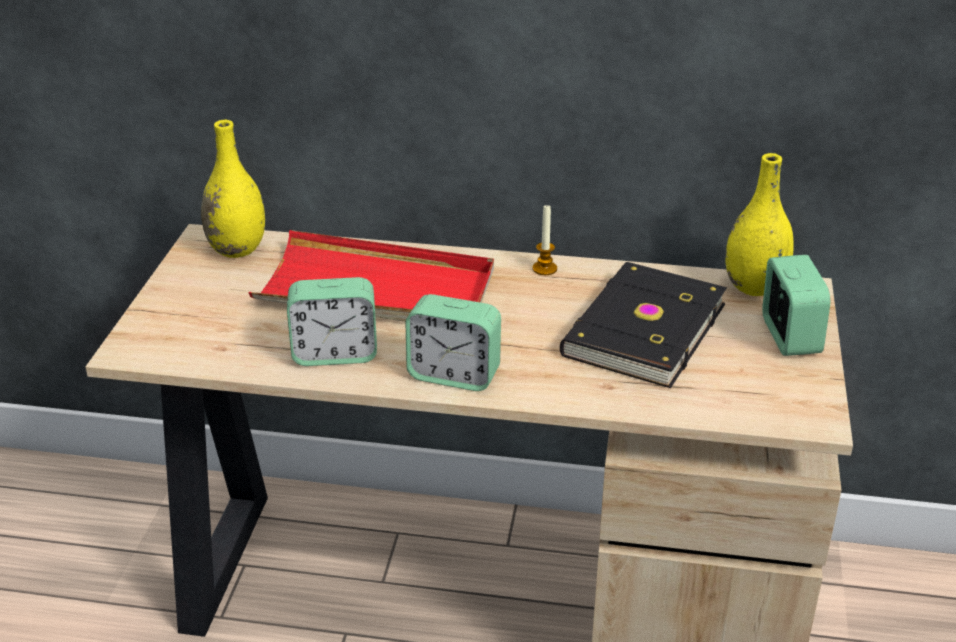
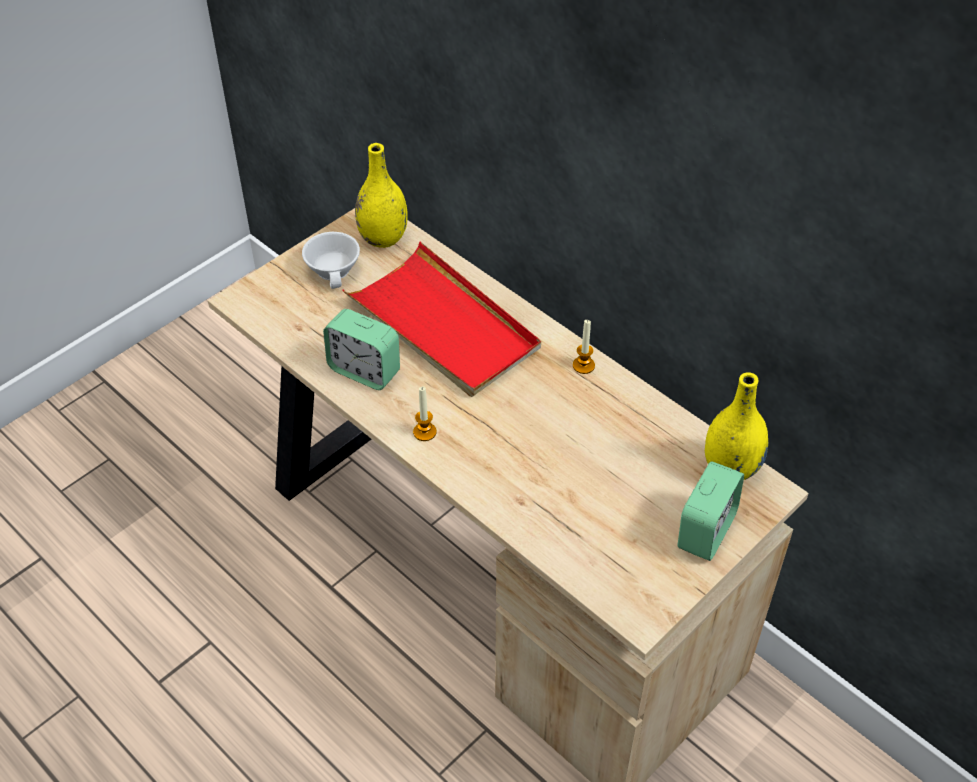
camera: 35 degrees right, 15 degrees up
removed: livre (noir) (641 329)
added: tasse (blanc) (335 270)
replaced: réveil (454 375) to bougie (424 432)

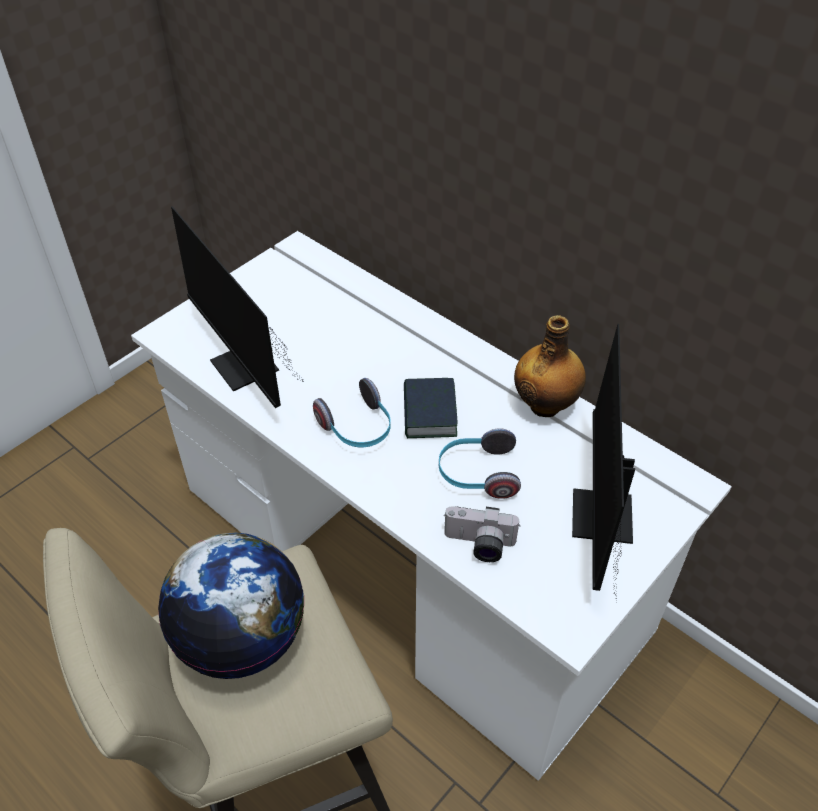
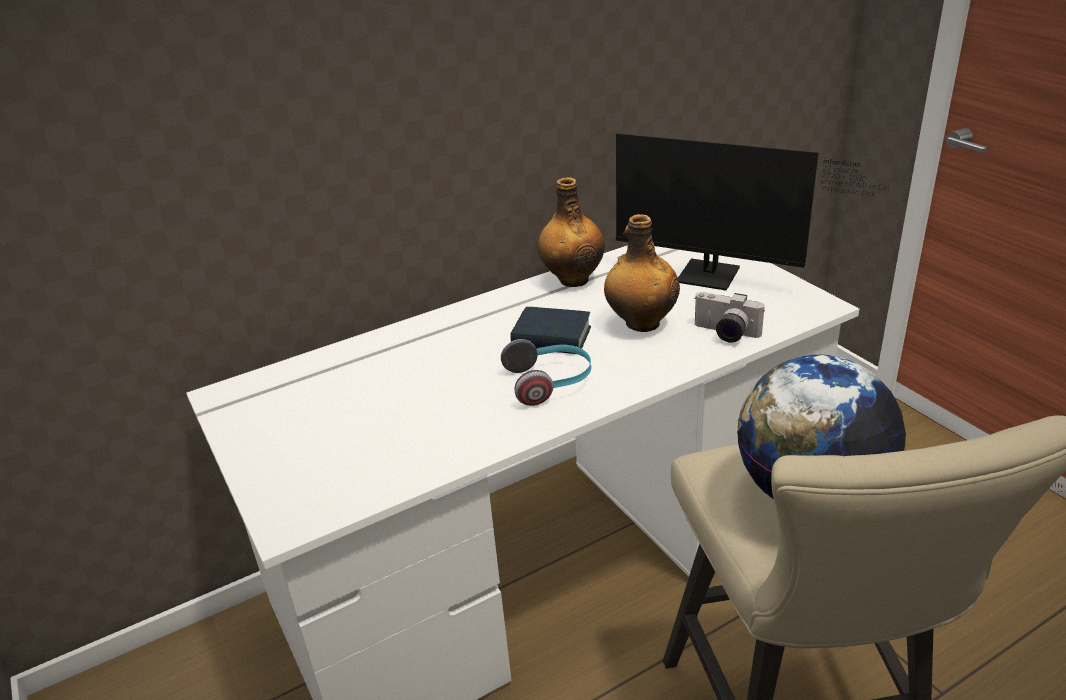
camera: 70 degrees left, 15 degrees down
removed: écran d'ordinateur (246 372)
replaced: casque audio (477 474) to bouteille (641 323)
turned: appareil photo (479 545) = (724 334) 90 degrees clockwise

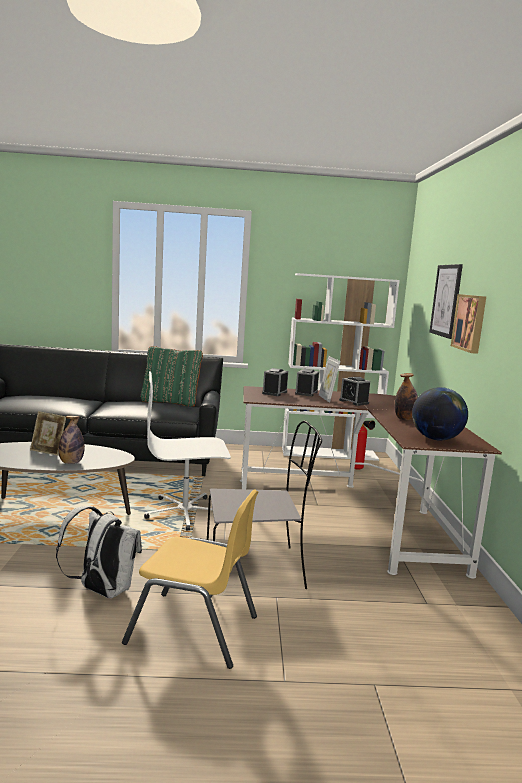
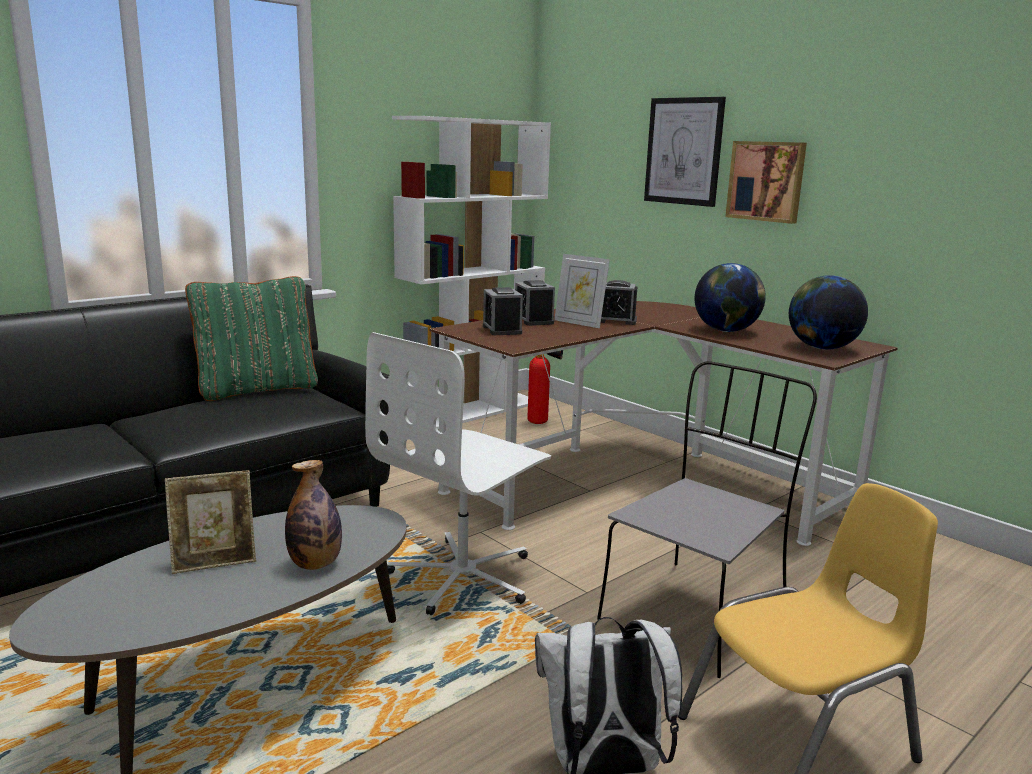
camera: 40 degrees left, 5 degrees up
replaced: bouteille (405 419) to globe (726 331)

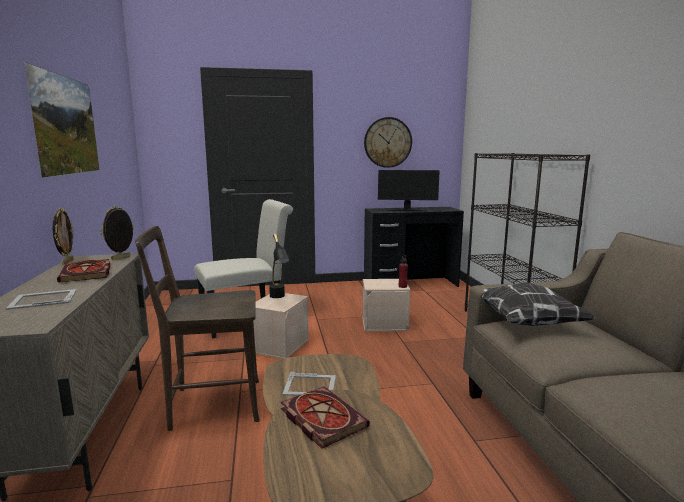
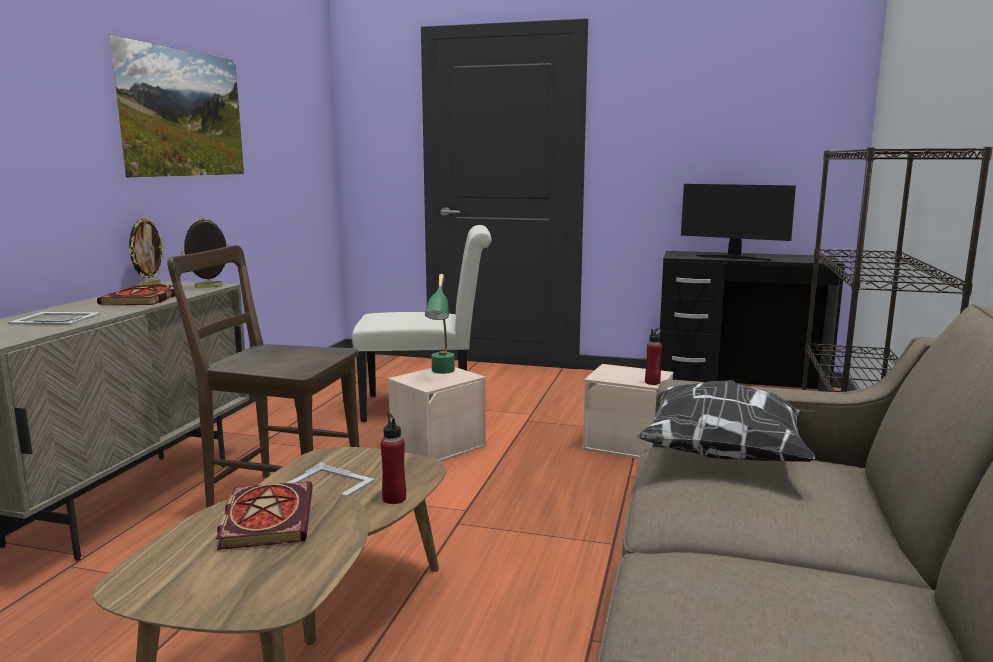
camera: 25 degrees right, 0 degrees up
removed: horloge murale (387 142)
added: bouteille (rouge) (394 498)
recoloured: lampe de table (noir) (279 298) to lampe de table (vert) (441 373)

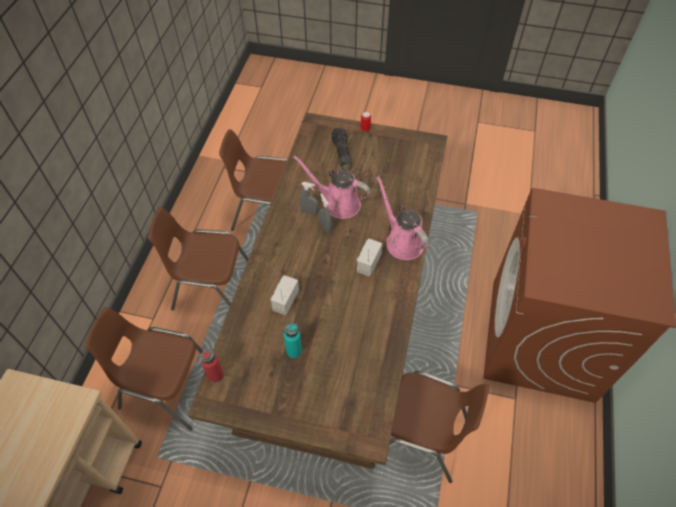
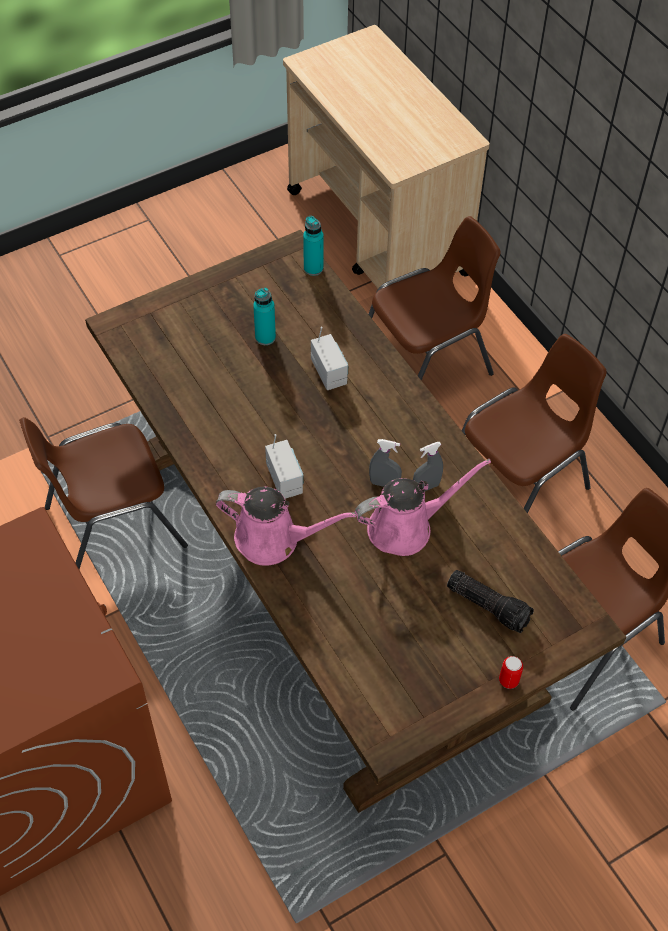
camera: 135 degrees right, 0 degrees up
recoloured: bouteille (rouge) (216 375) to bouteille (turquoise) (313 268)

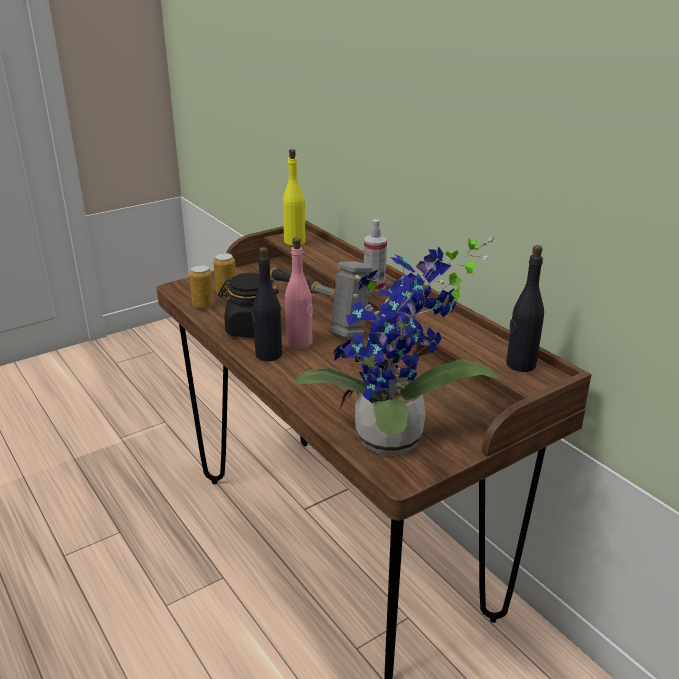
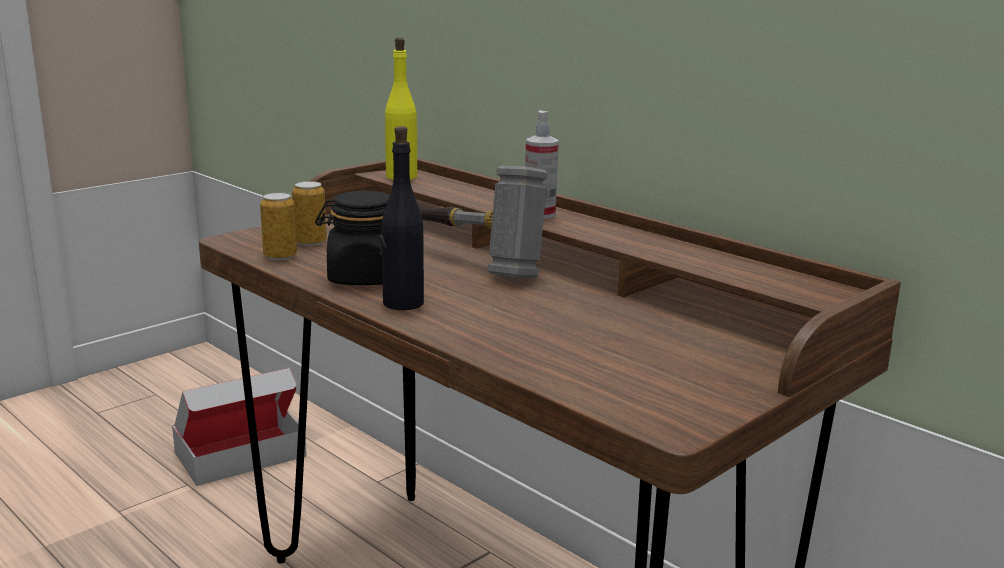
camera: 10 degrees left, 10 degrees down
removed: bouteille (rose) (299 343); plante en pot (392 443); bouteille (noir) (520 364)
added: carton (241 454)

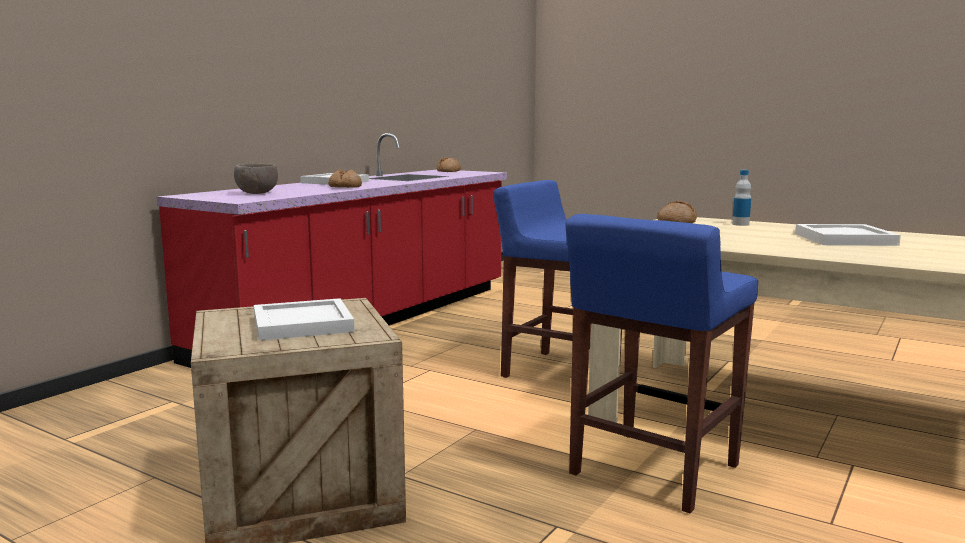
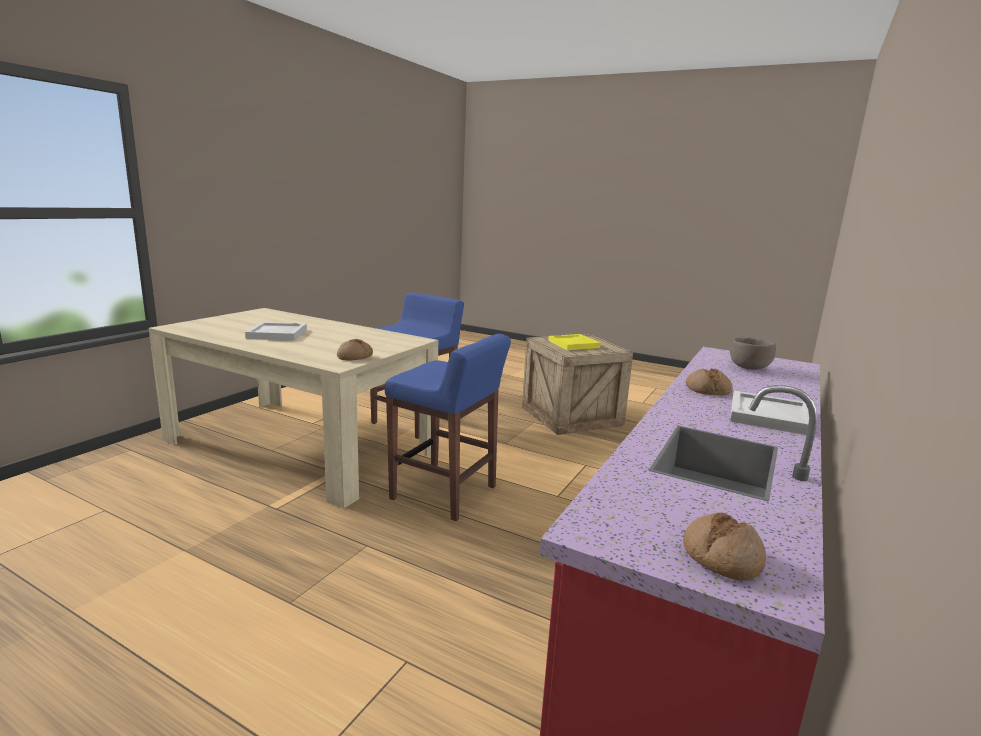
camera: 175 degrees right, 5 degrees up
removed: bouteille (740 224)
recoloured: plateau (blanc) (304 324) to plateau (jaune) (572 344)

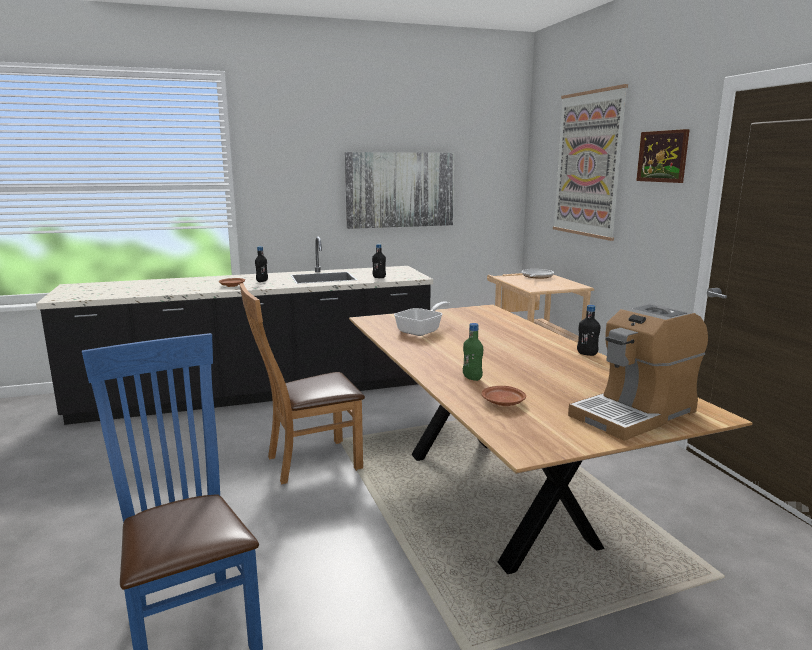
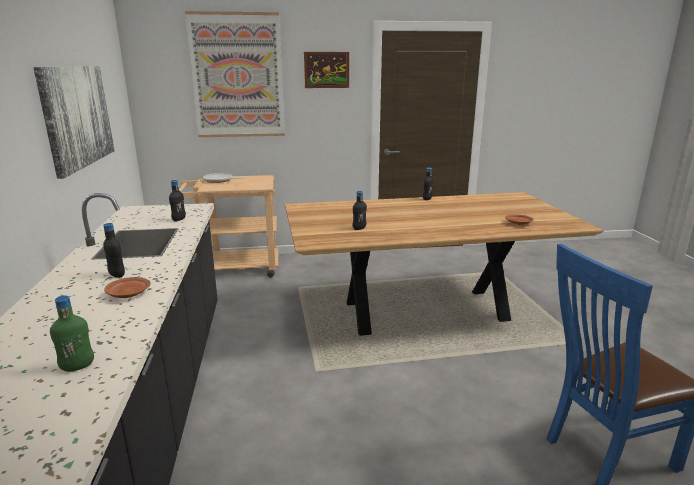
camera: 80 degrees left, 5 degrees up
removed: chaise (marron) (307 462); machine à café (634 413)
moved: bouteille (vert) (472 378) to (77 367)
replaced: poêle (422 330) to bouteille (noir) (359 228)

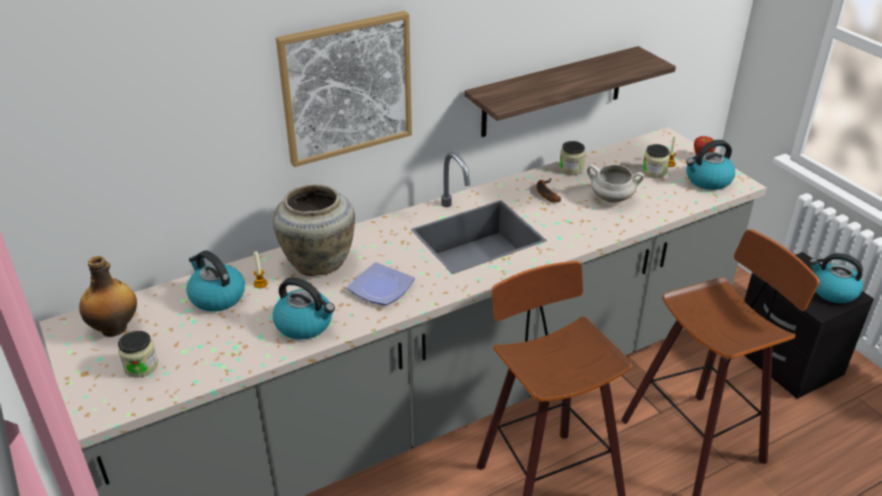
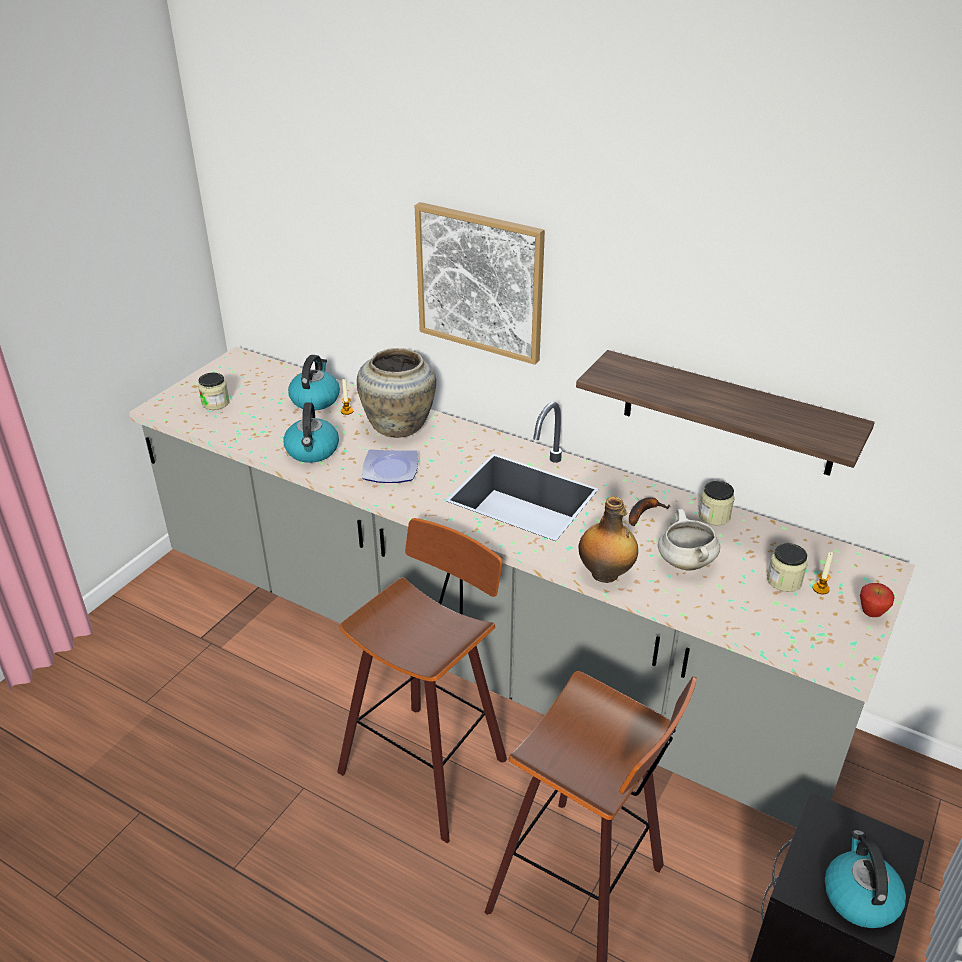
camera: 60 degrees right, 0 degrees up
removed: bouilloire (707 180)
moved: bouteille (115 328) to (606 574)

